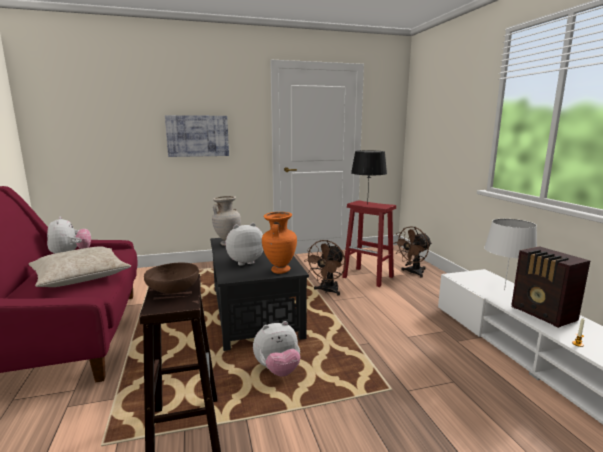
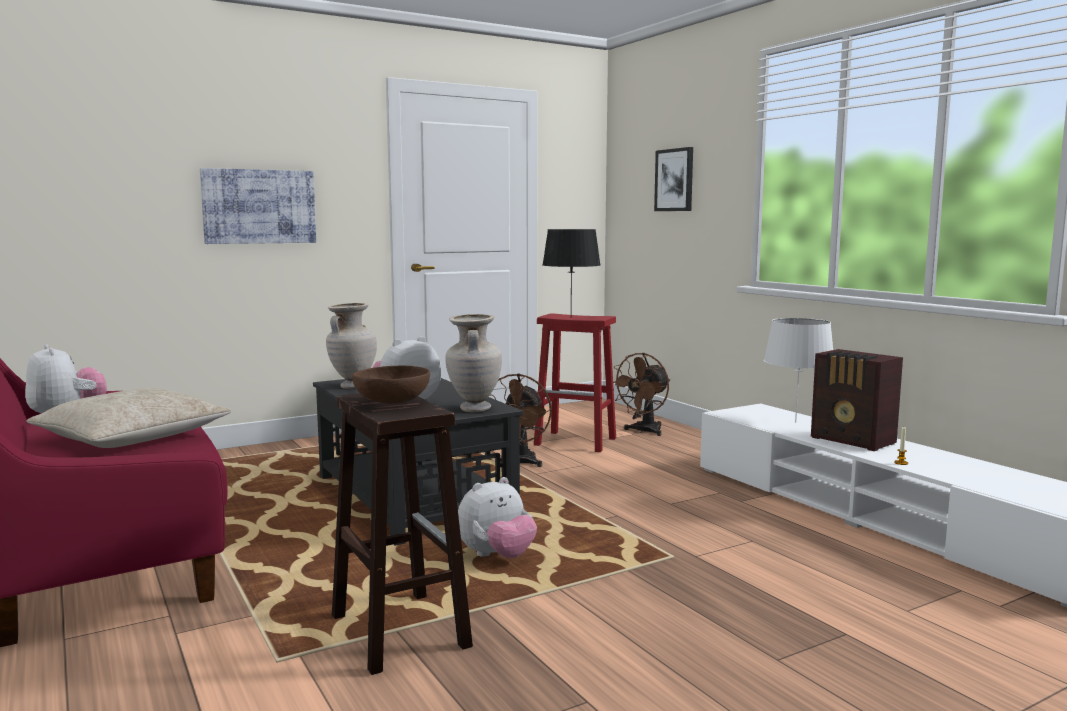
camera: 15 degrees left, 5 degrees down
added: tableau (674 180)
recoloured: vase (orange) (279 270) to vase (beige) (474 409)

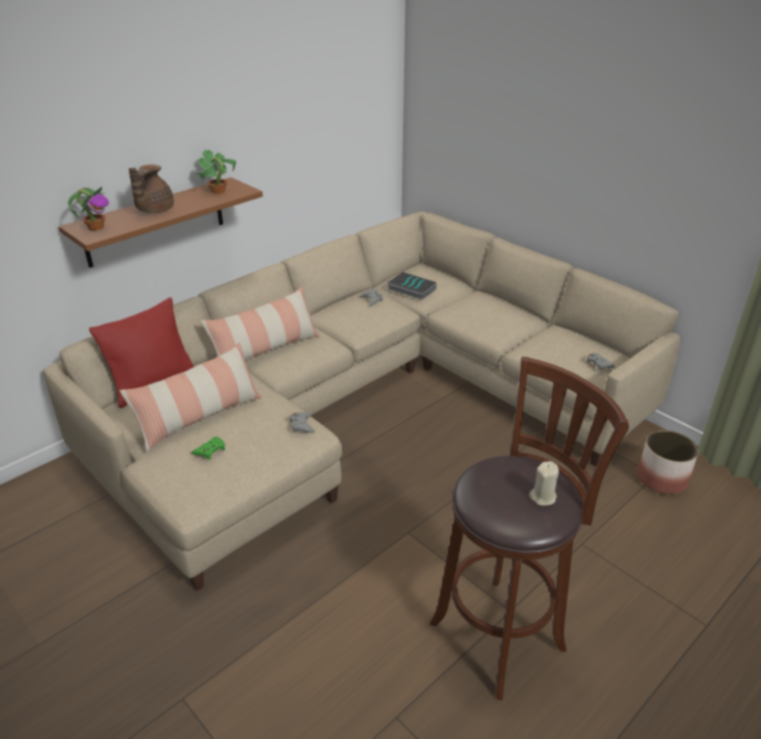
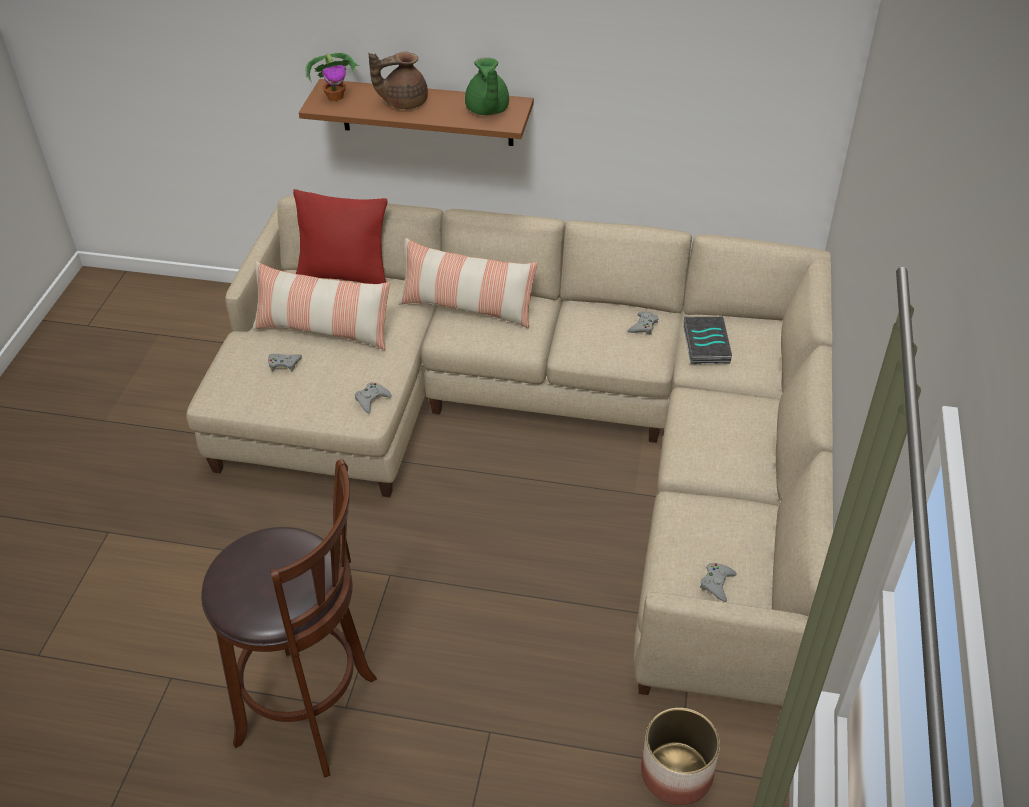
camera: 55 degrees right, 10 degrees up
removed: bougie (beige) (543 497)
replaced: plante en pot (218 191) to théière (vert) (487 110)
recoloured: manette (vert) (210 450) to manette (gris) (284 364)

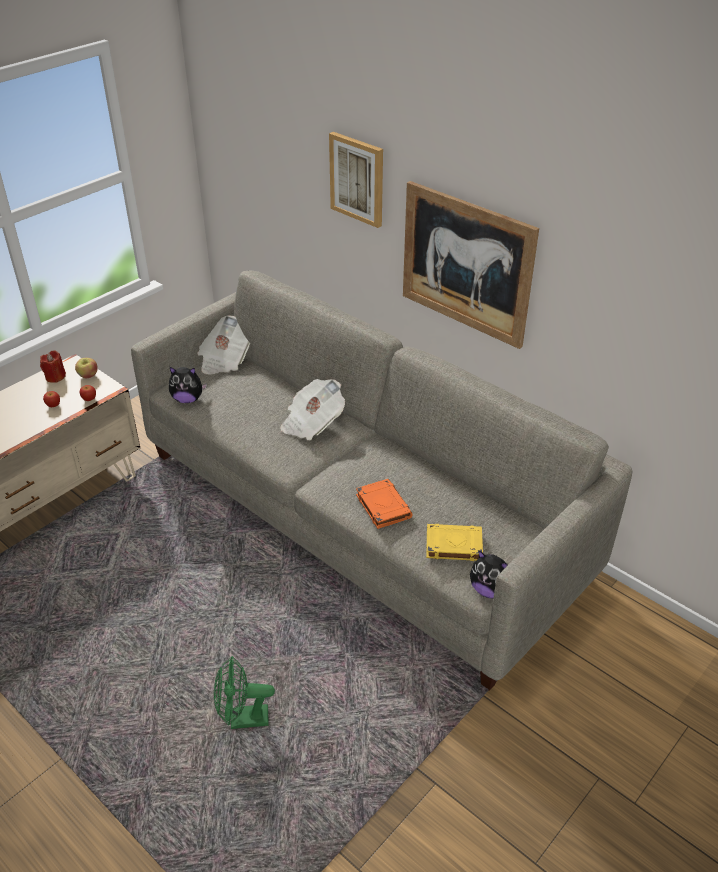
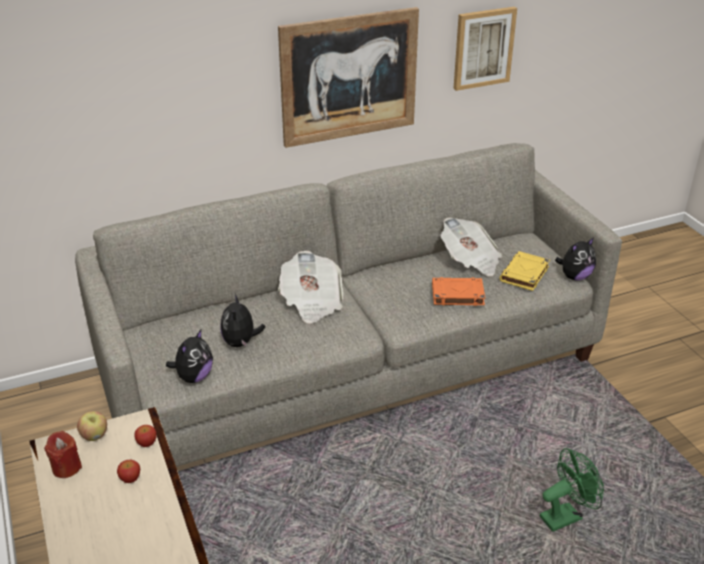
camera: 65 degrees left, 5 degrees down
added: peluche (241 342)
moved: journal (223 359) to (470 261); tableau (357 179) to (483 48)
turned: ventilateur (vert) (243 719) = (565 515) 135 degrees counterclockwise

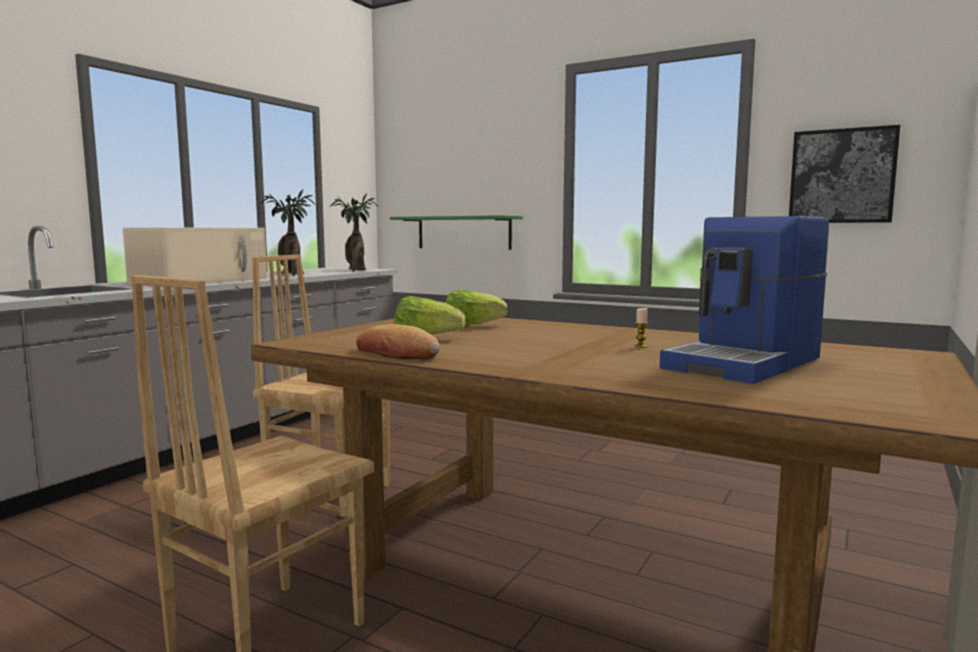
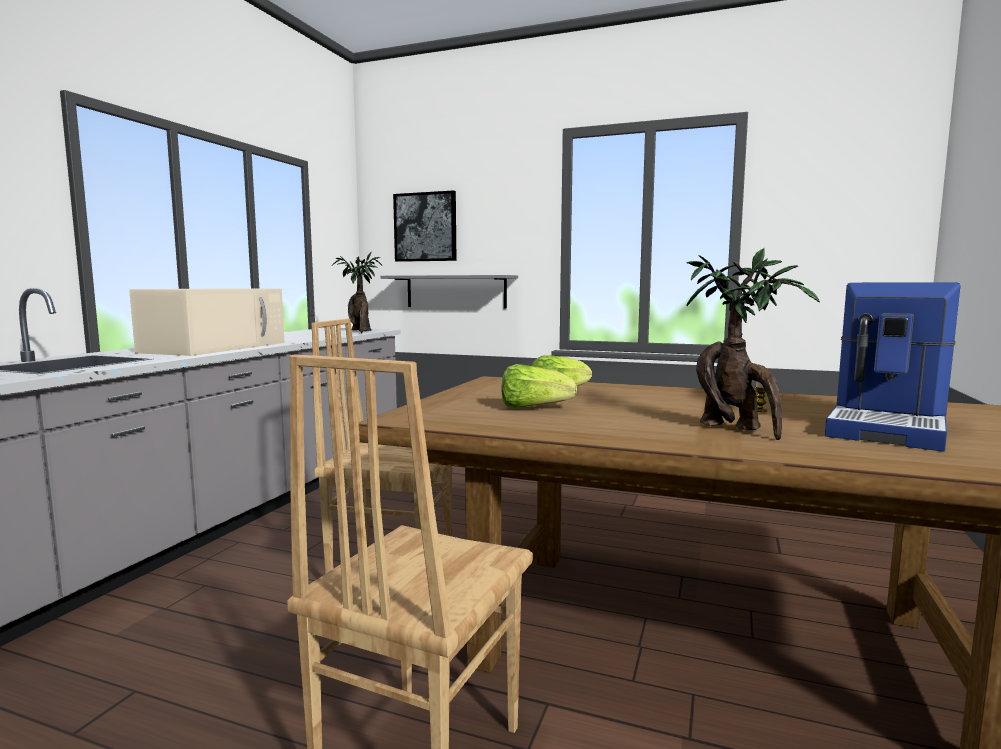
camera: 10 degrees left, 0 degrees up
removed: pain (397 353)
moved: tableau (842 176) to (425 227); plante en pot (292 275) to (736 429)
recoloured: étagère (vert) (463 232) to étagère (gris) (456 291)

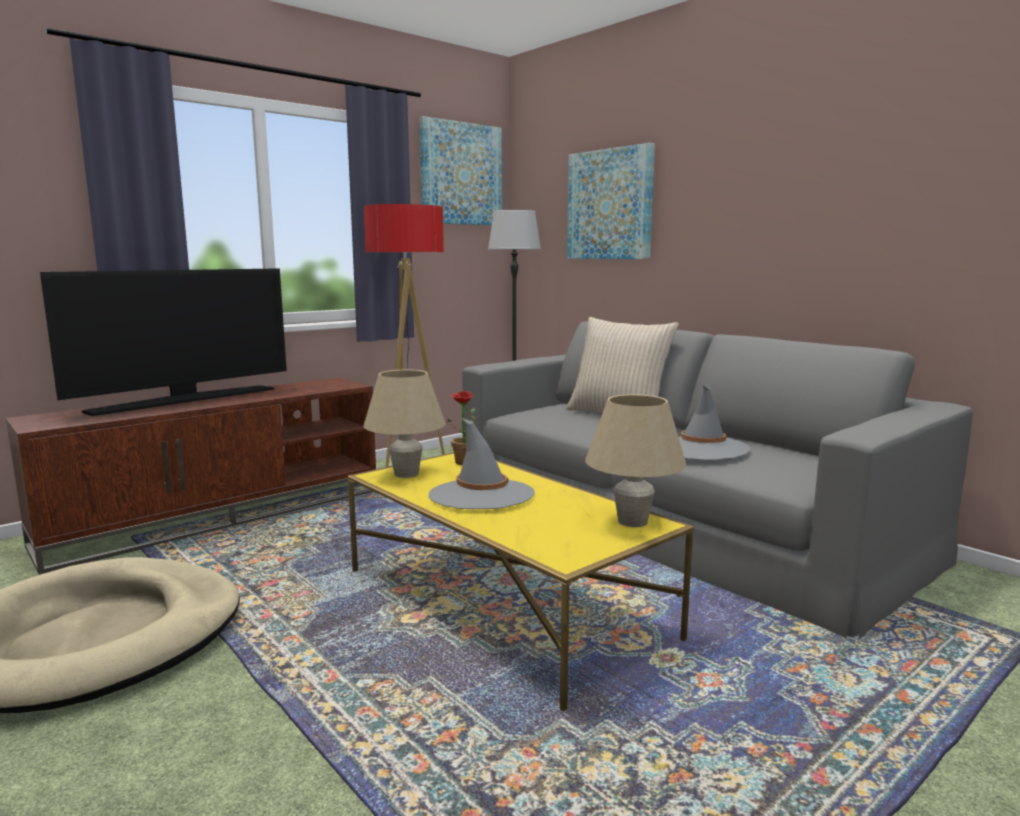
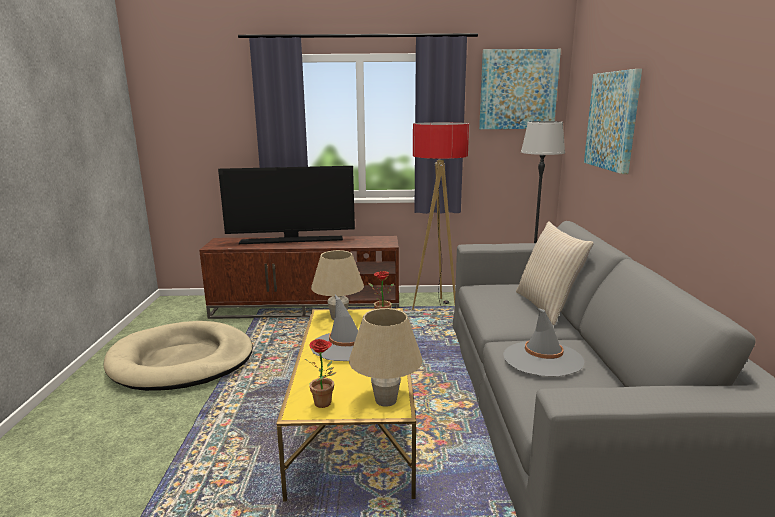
camera: 40 degrees right, 5 degrees up
added: plante en pot (325 404)

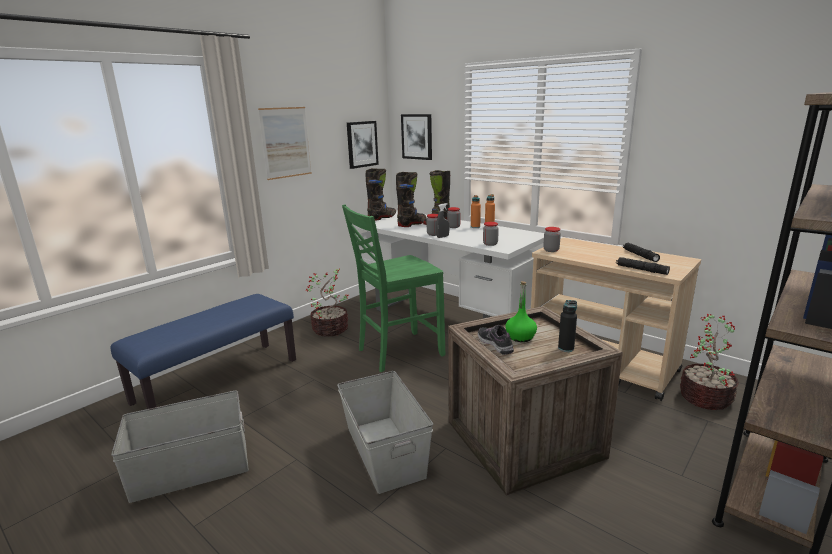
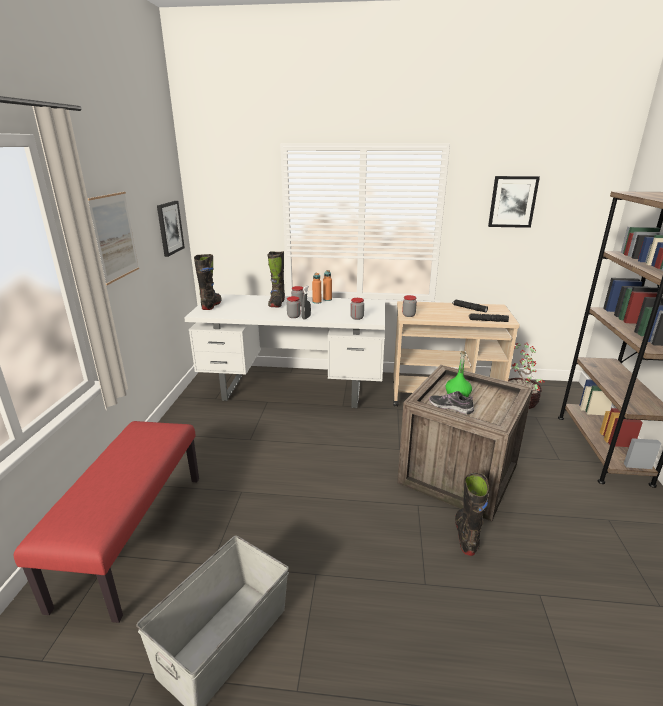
camera: 35 degrees left, 5 degrees up
removed: plante en pot (331 329); boîte de rangement (gris) (384 452); chaise (vert) (398 352); bouteille (noir) (566 348)
moved: botte (noir) (412 224) to (466 535); tableau (417 136) to (512 202)
recoloured: banc (bleu) (218 380) to banc (rouge) (133 535)

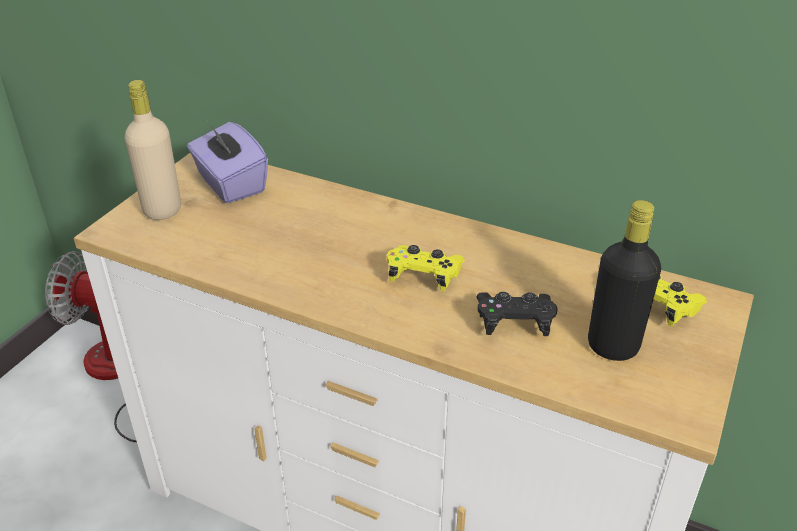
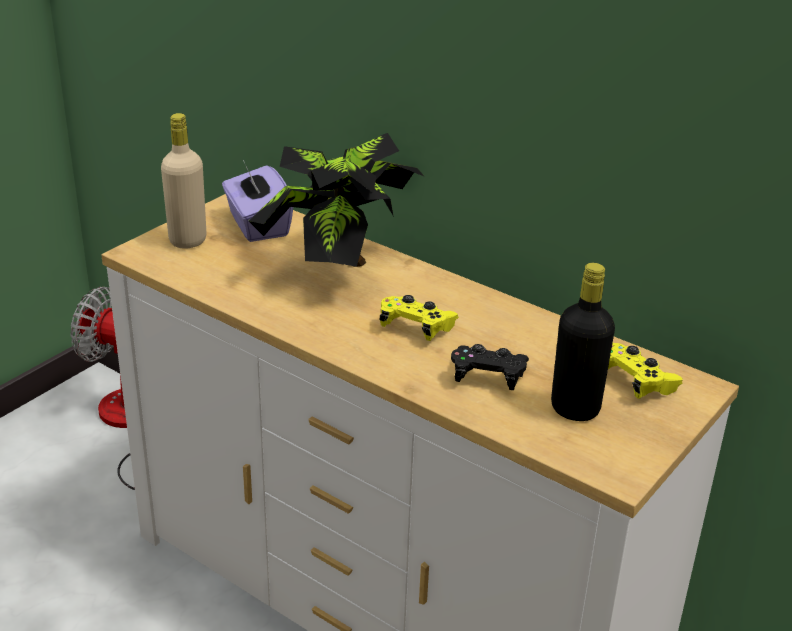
camera: 10 degrees right, 5 degrees down
added: plante en pot (340 269)

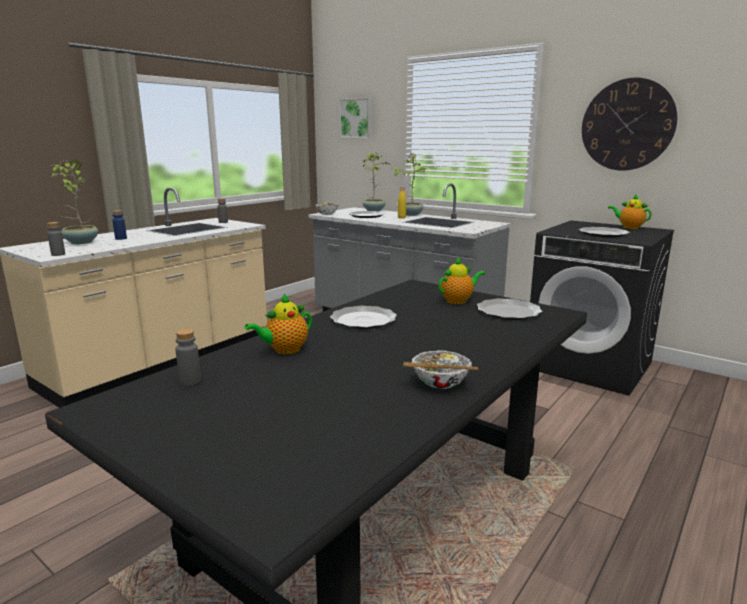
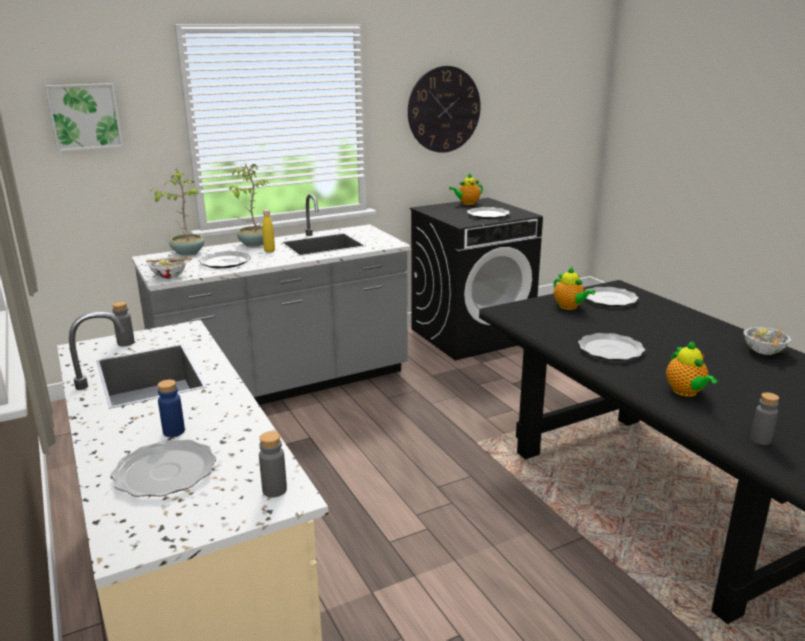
camera: 65 degrees left, 5 degrees up
replaced: plante en pot (80 242) to assiette (165 472)
turned: théière (458 301) = (569 307) 150 degrees clockwise

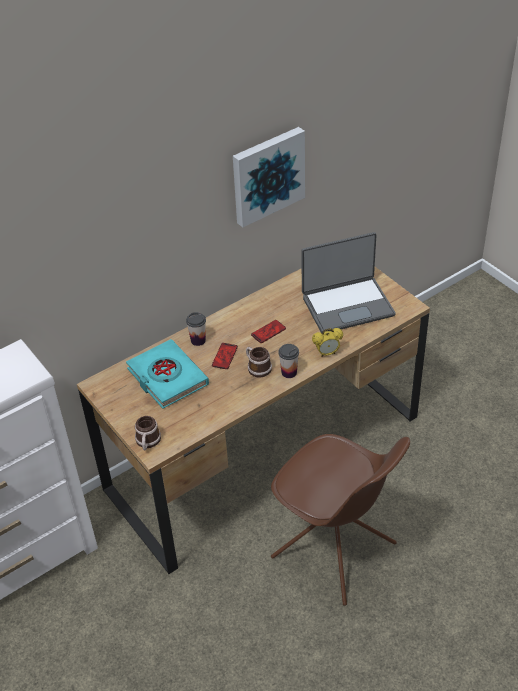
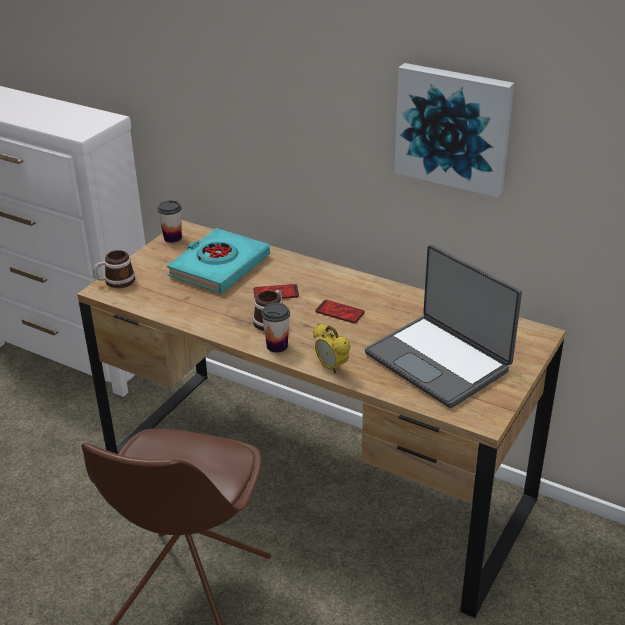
camera: 65 degrees right, 10 degrees down
moved: tasse (198 340) to (172 238)

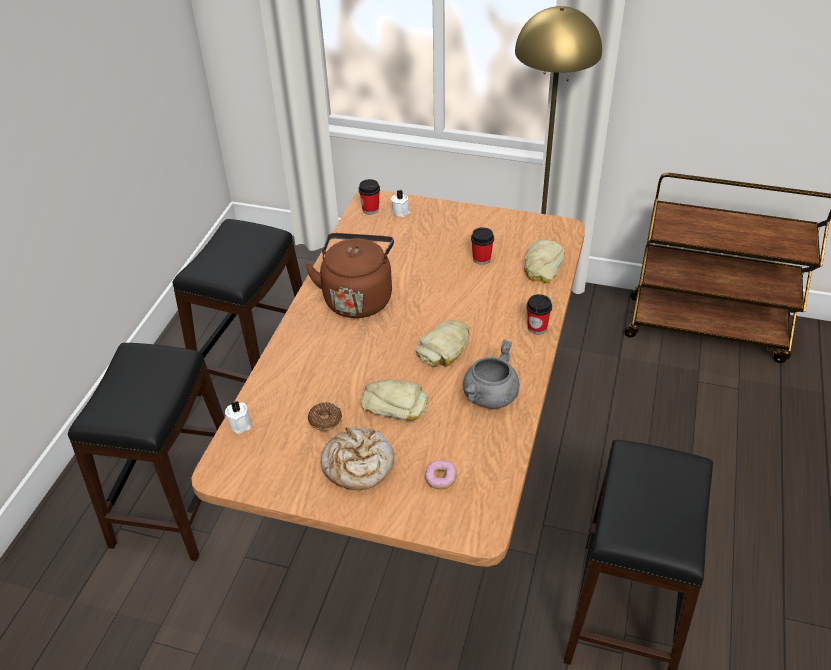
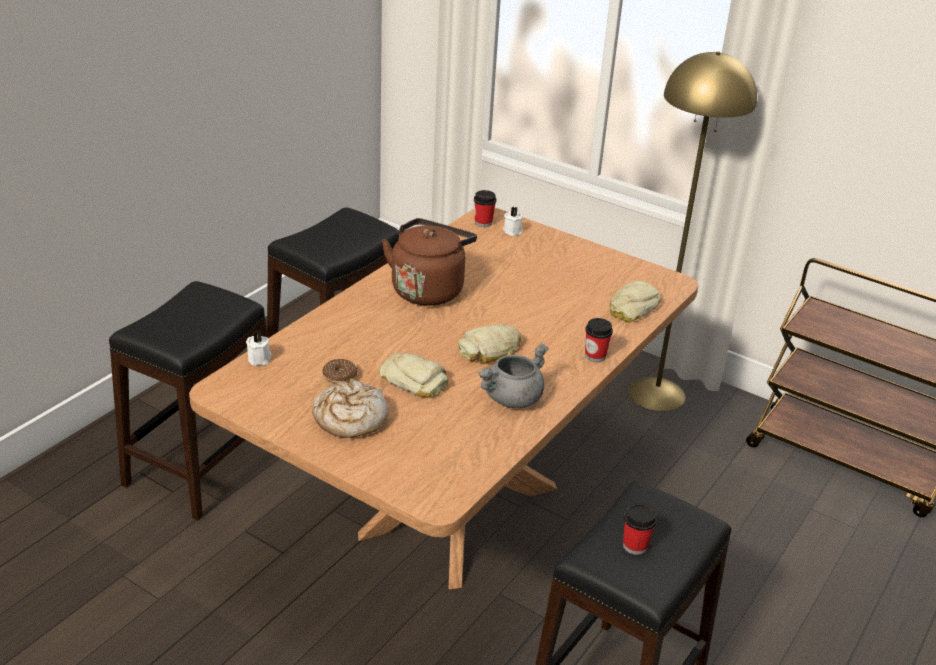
camera: 15 degrees right, 10 degrees down
removed: beignet (440 479)
moved: tasse (481 259) to (635 546)

